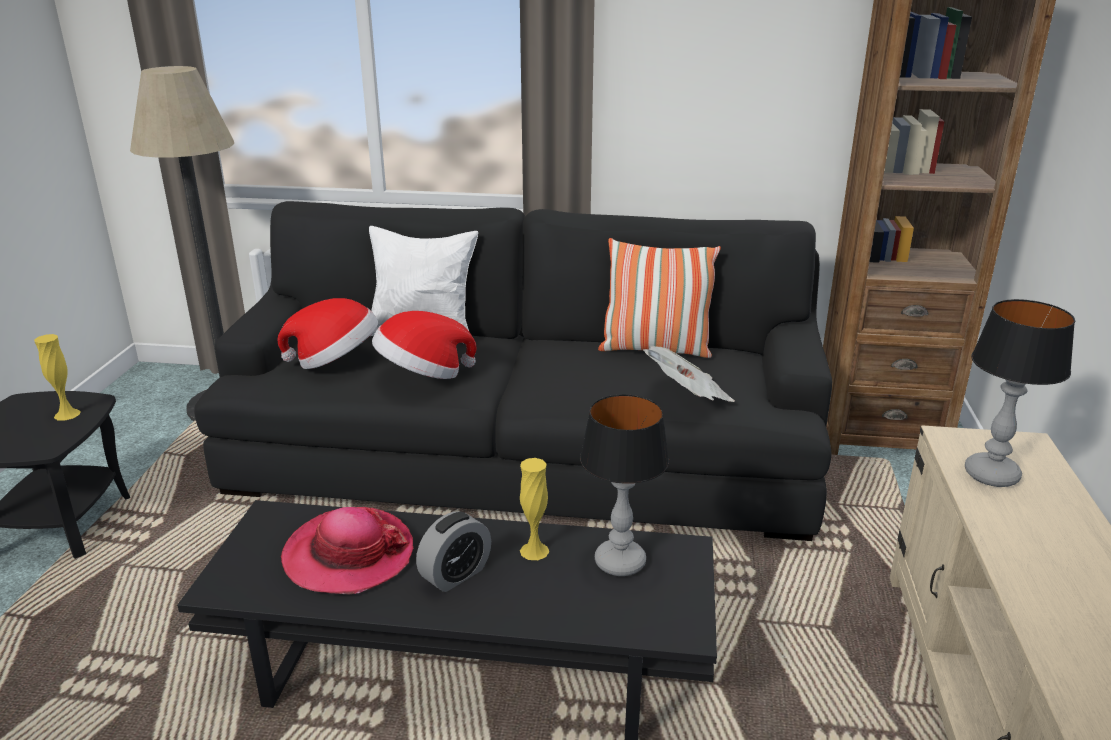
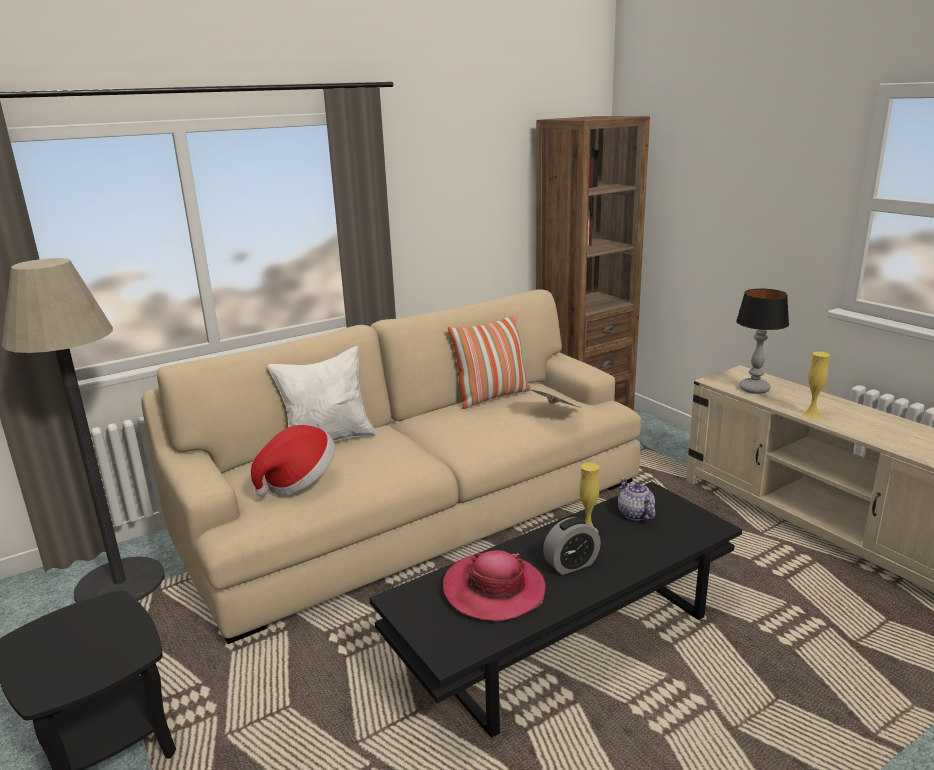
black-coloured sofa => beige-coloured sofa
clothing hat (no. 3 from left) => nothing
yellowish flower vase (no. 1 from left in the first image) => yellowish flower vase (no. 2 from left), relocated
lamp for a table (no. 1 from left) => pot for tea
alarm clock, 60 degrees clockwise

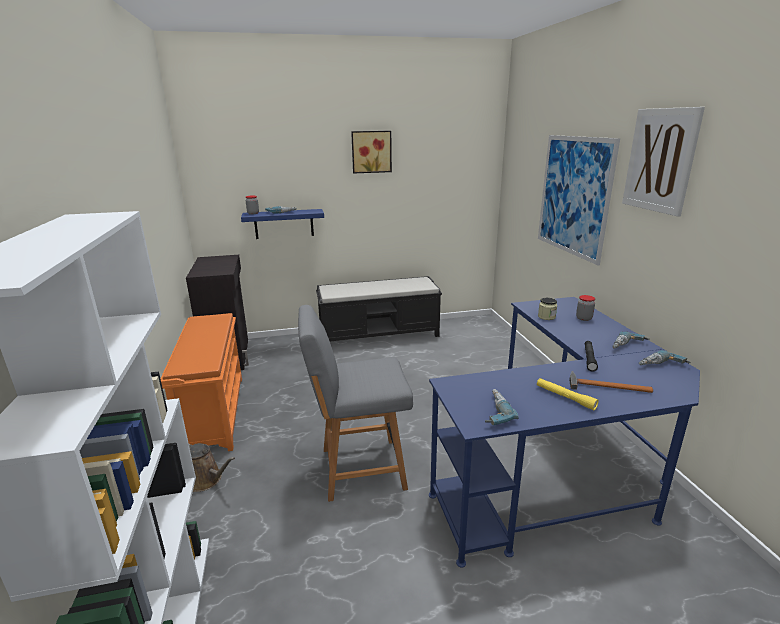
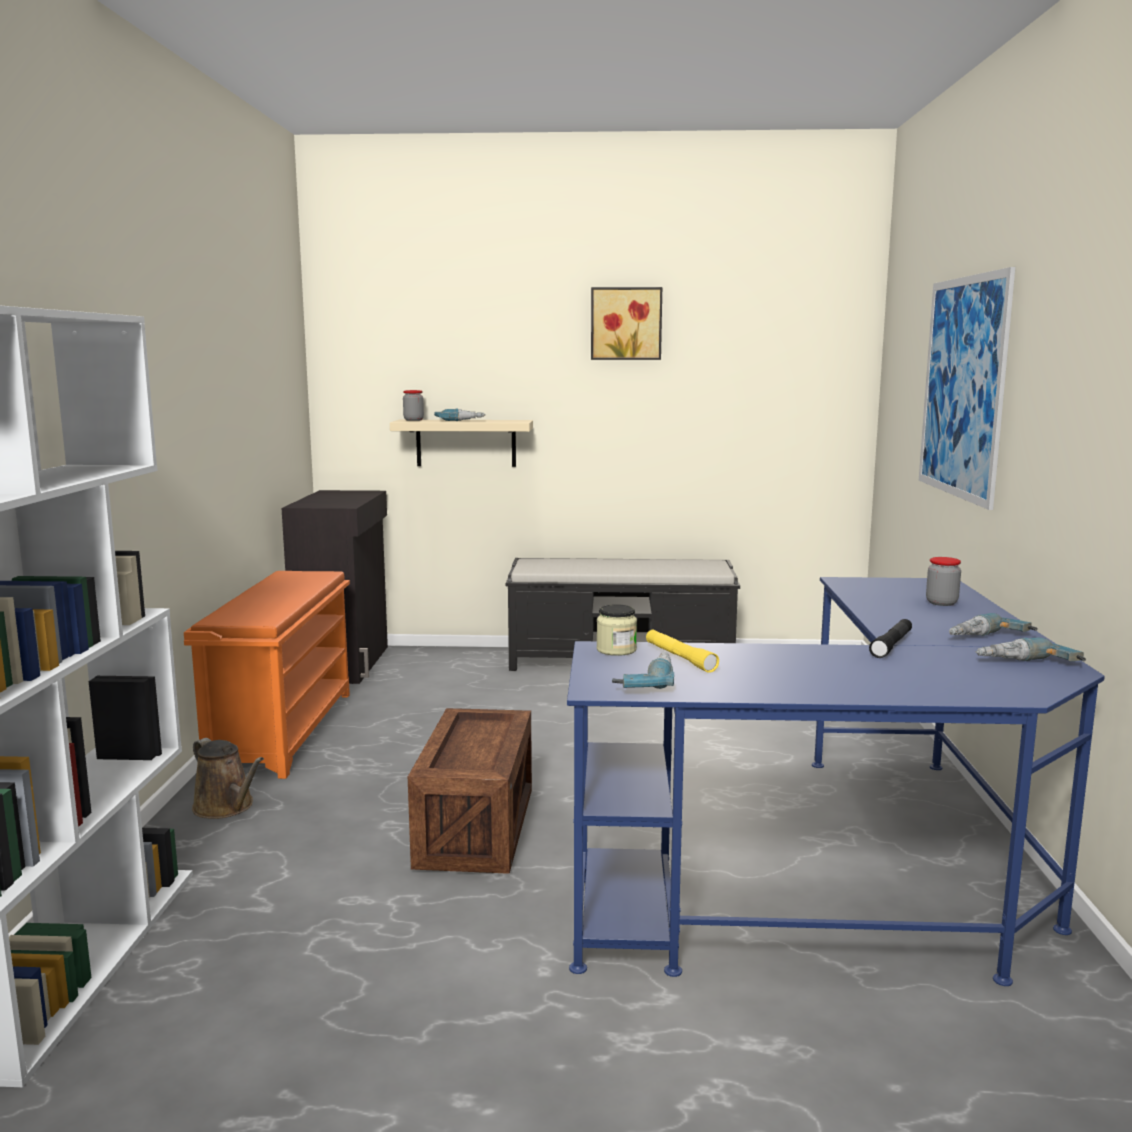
picture (no. 3 from left) => nothing
blue shelf => beige-coloured shelf
preserve jar (no. 2 from left), relocated
grey upright chair => shipping crate
hammer => nothing
yellowish torch, relocated

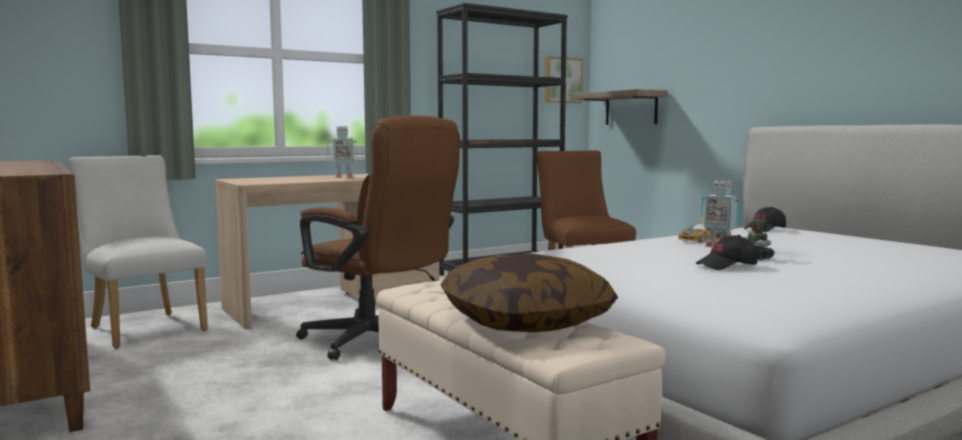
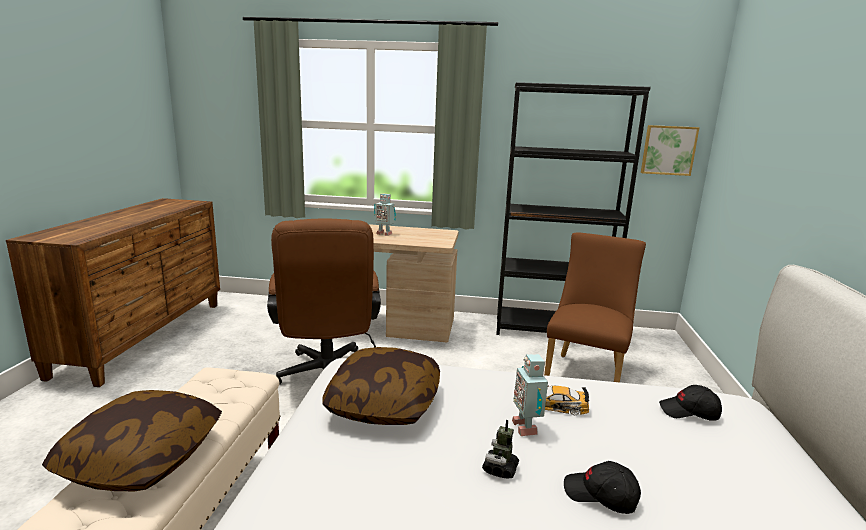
shelf => nothing
white-coloured upright chair => nothing
black-coloured peaked cap (no. 1 from left), relocated
nothing => cushion (no. 2 from left)

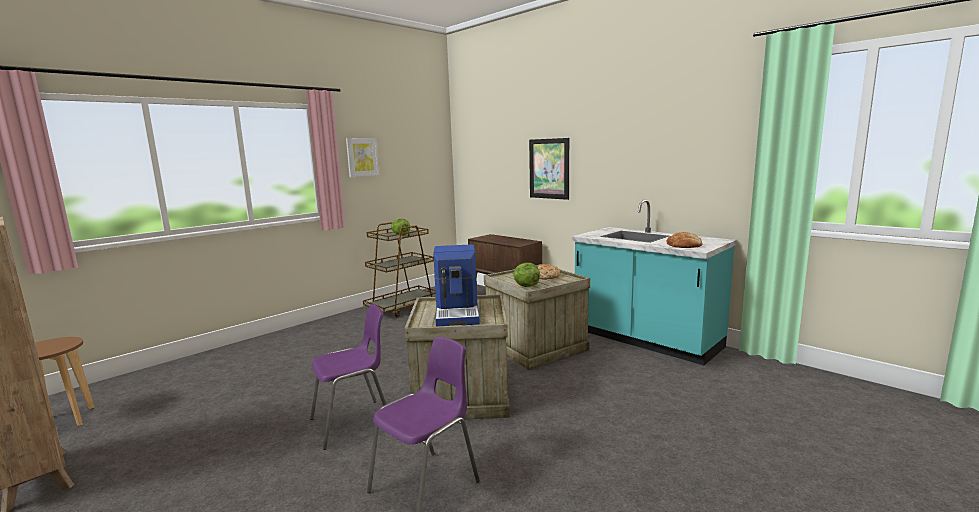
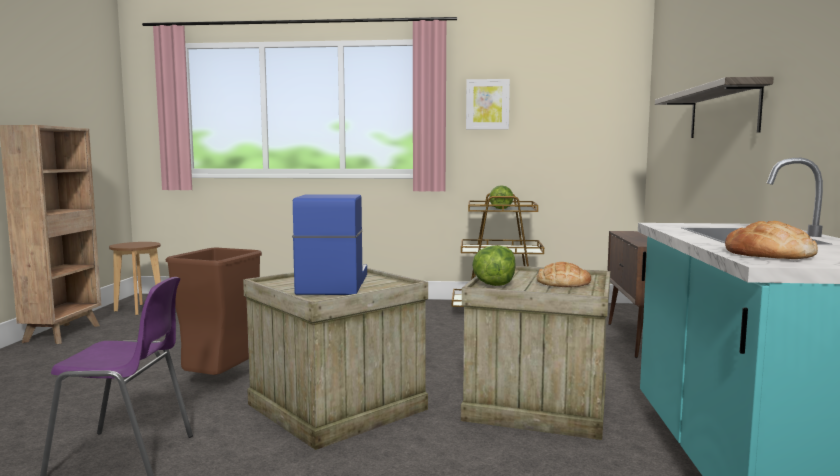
picture (no. 2 from left) => shelf
coffee maker, 135 degrees clockwise
purplish upright chair (no. 1 from left) => brownish trash can

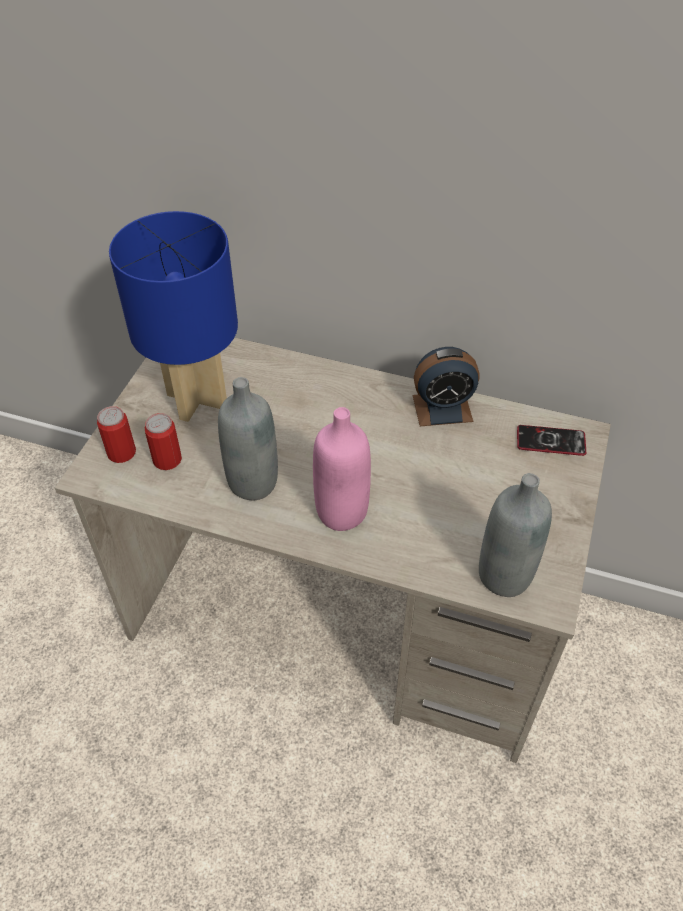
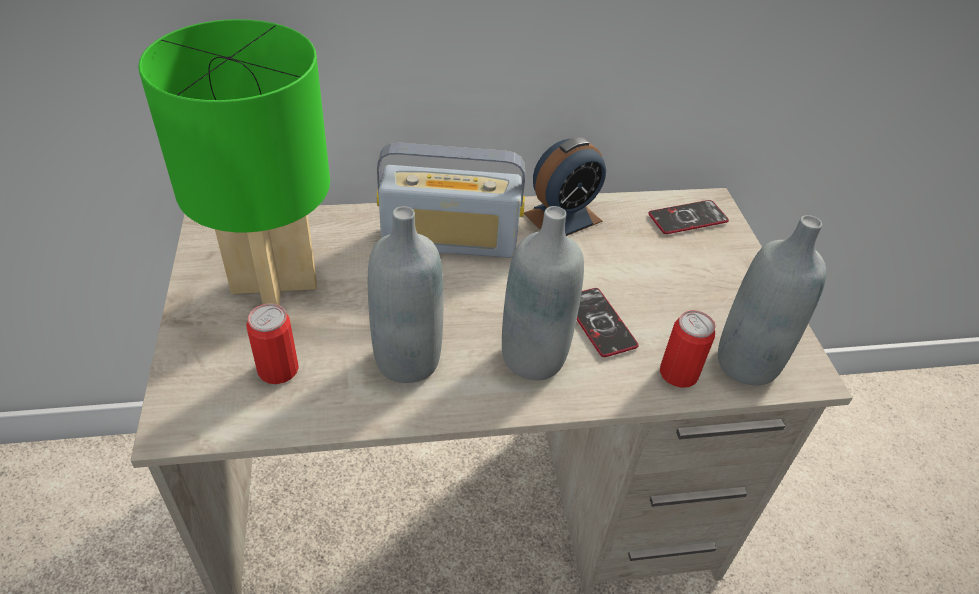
blue lamp for a table => green lamp for a table
metal can (no. 1 from left in the first image) => metal can (no. 2 from left), relocated
pink-coloured bottle => grey bottle (no. 2 from left)
nothing => radio set
nothing => telephone (no. 1 from left)

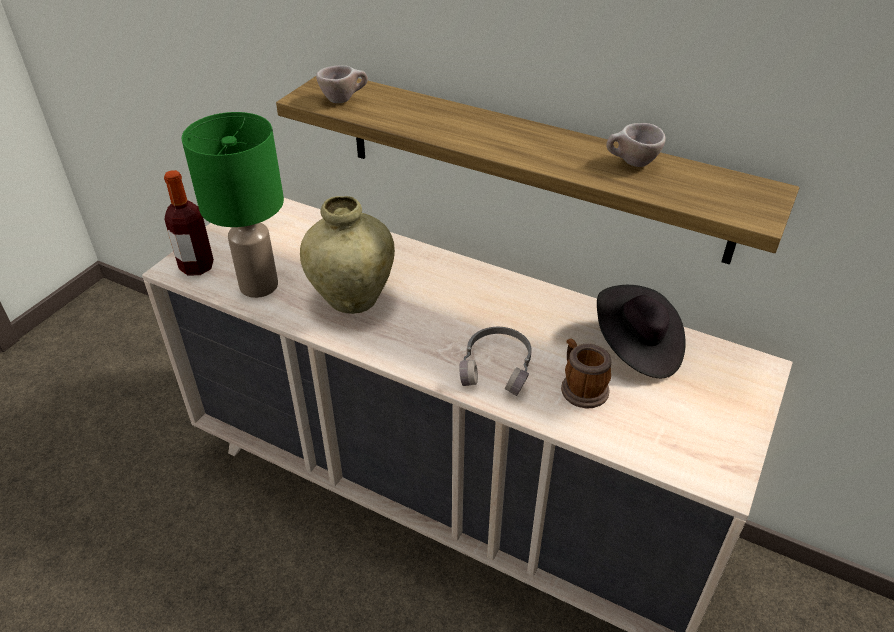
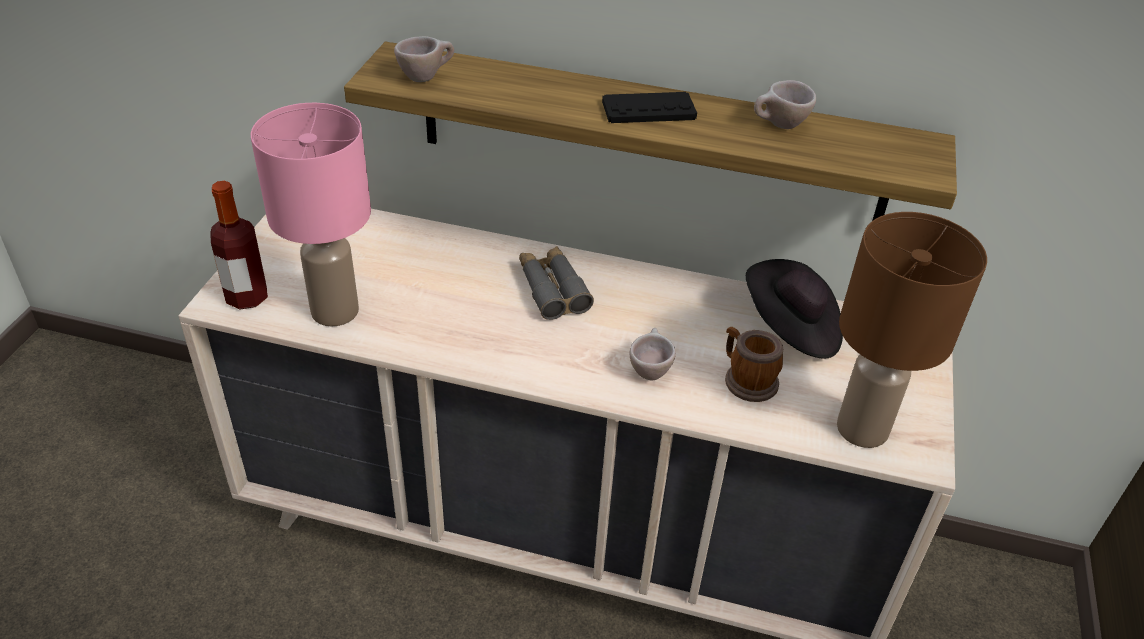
green lamp for a table => pink-coloured lamp for a table
beige-coloured flower vase => nothing
grey headset => beige-coloured small cup (no. 2 from left)
nothing => black-coloured gamepad
nothing => brownish lamp for a table
nothing => grey binoculars

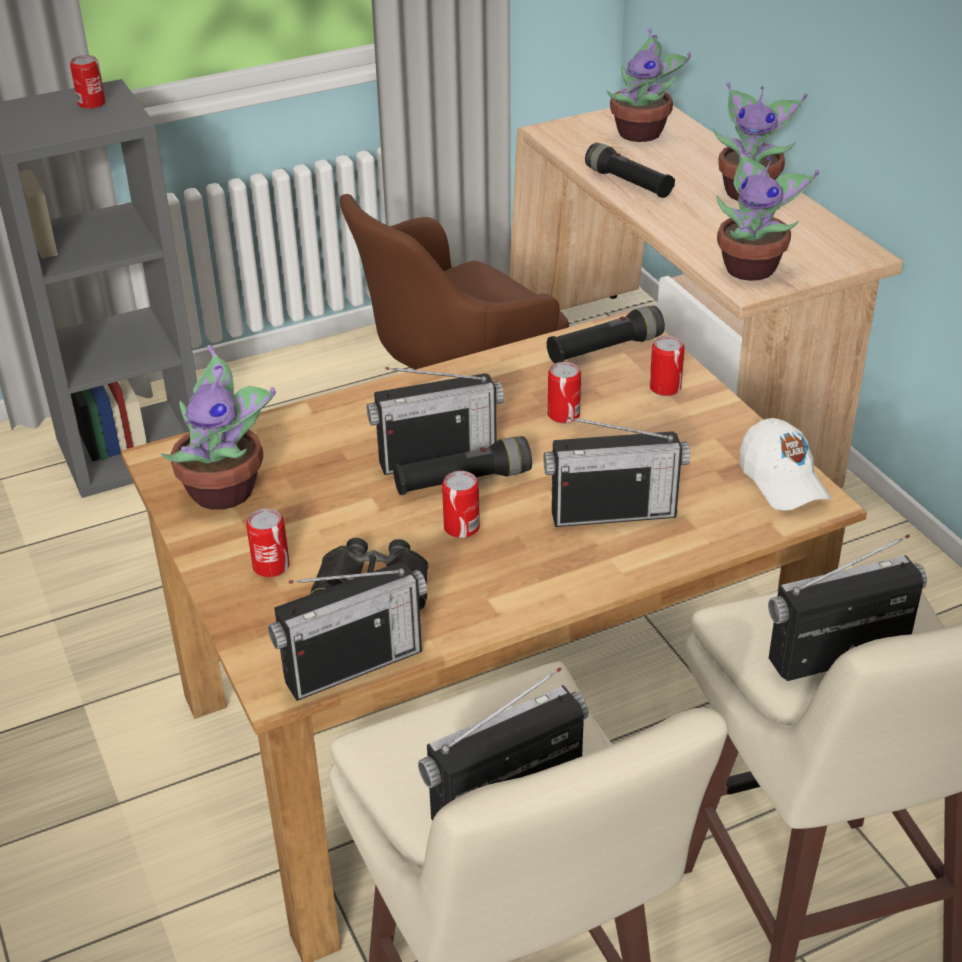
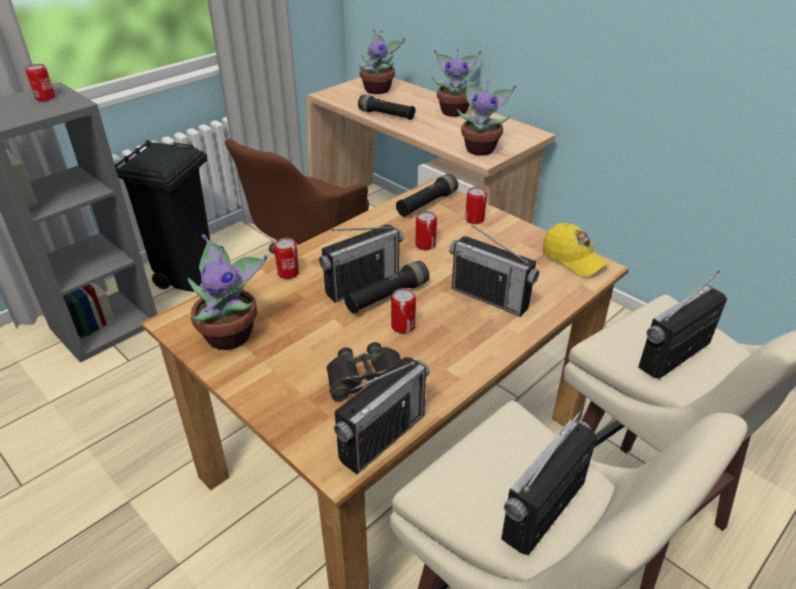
radio set (no. 4 from left in the first image) => radio set (no. 3 from left), 60 degrees clockwise
white-coloured peaked cap => yellowish peaked cap
metal can (no. 2 from left), relocated
nothing => black-coloured trash can

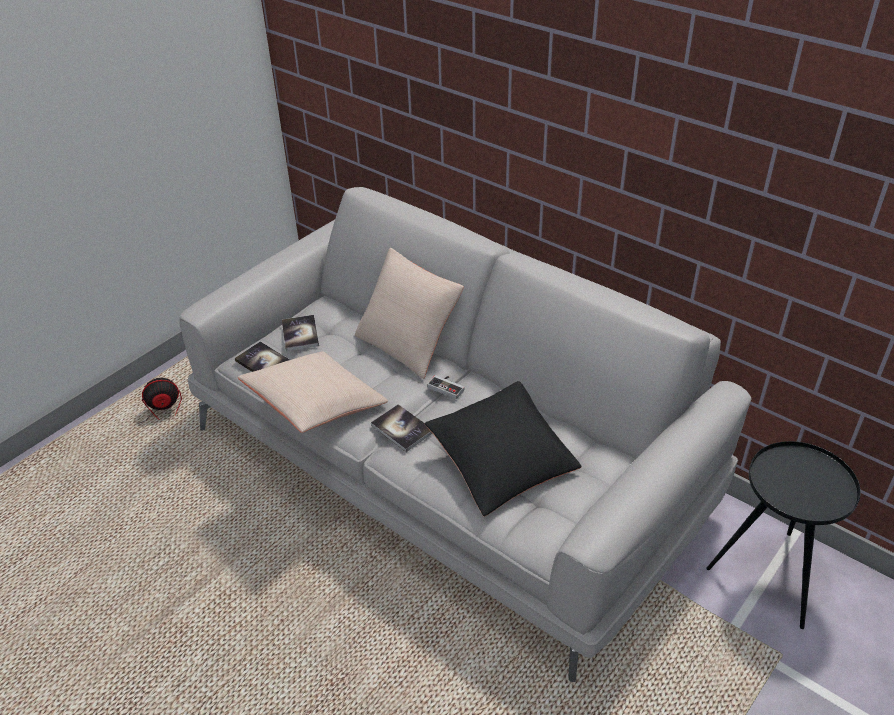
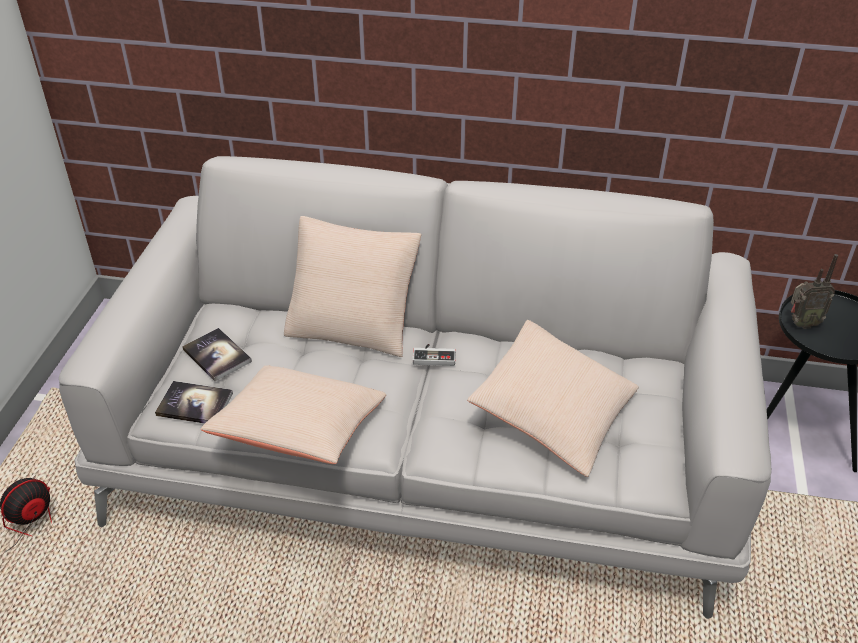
black-coloured cushion => beige-coloured cushion (no. 3 from left)
bound book (no. 3 from left) => nothing
nothing => radio set

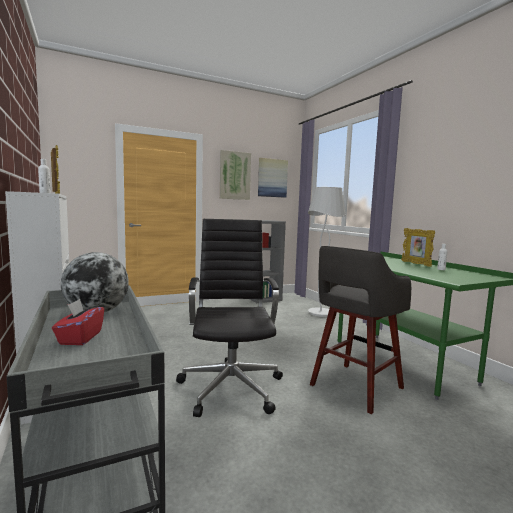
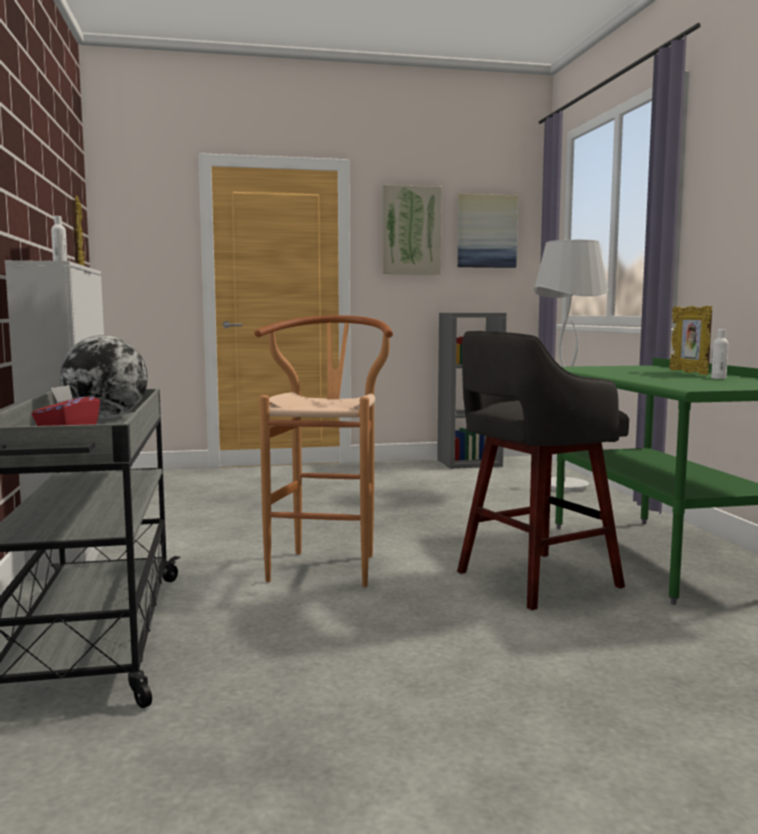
black-coloured computer chair => brownish stool

